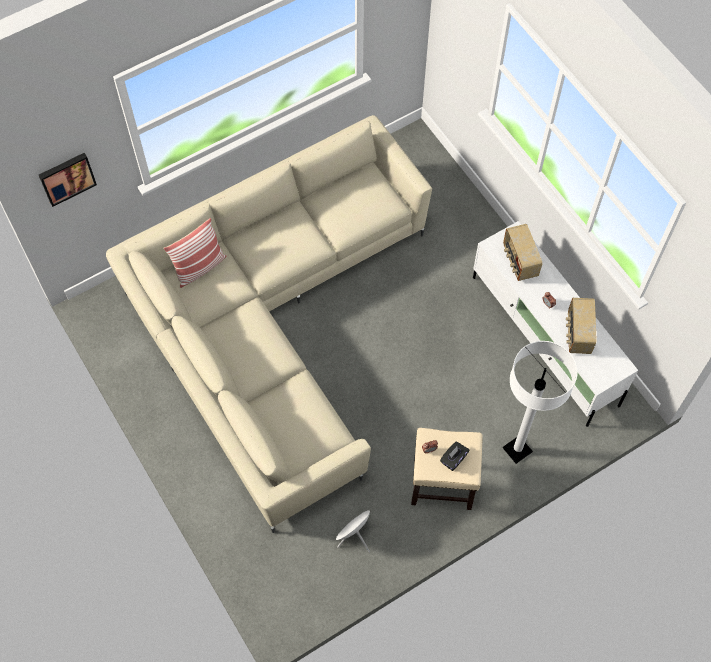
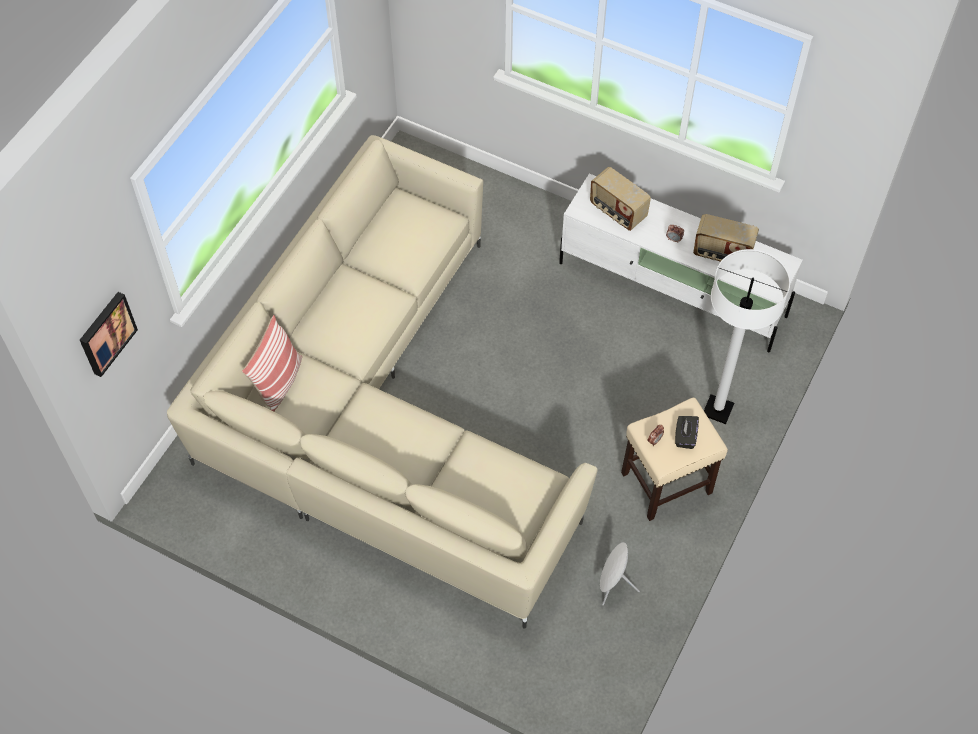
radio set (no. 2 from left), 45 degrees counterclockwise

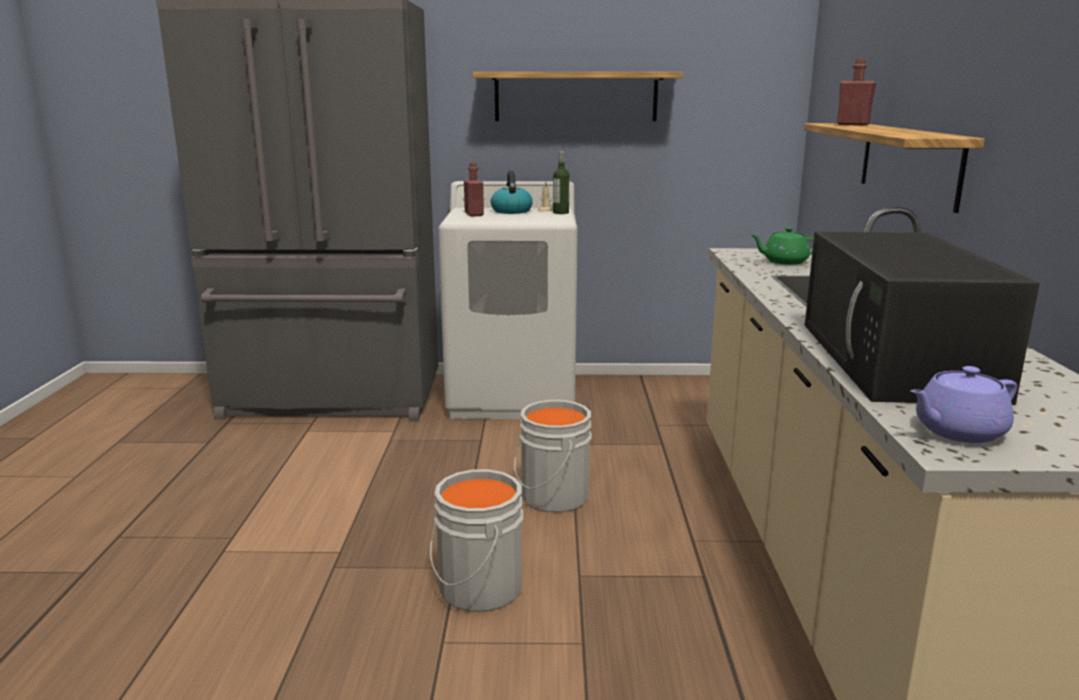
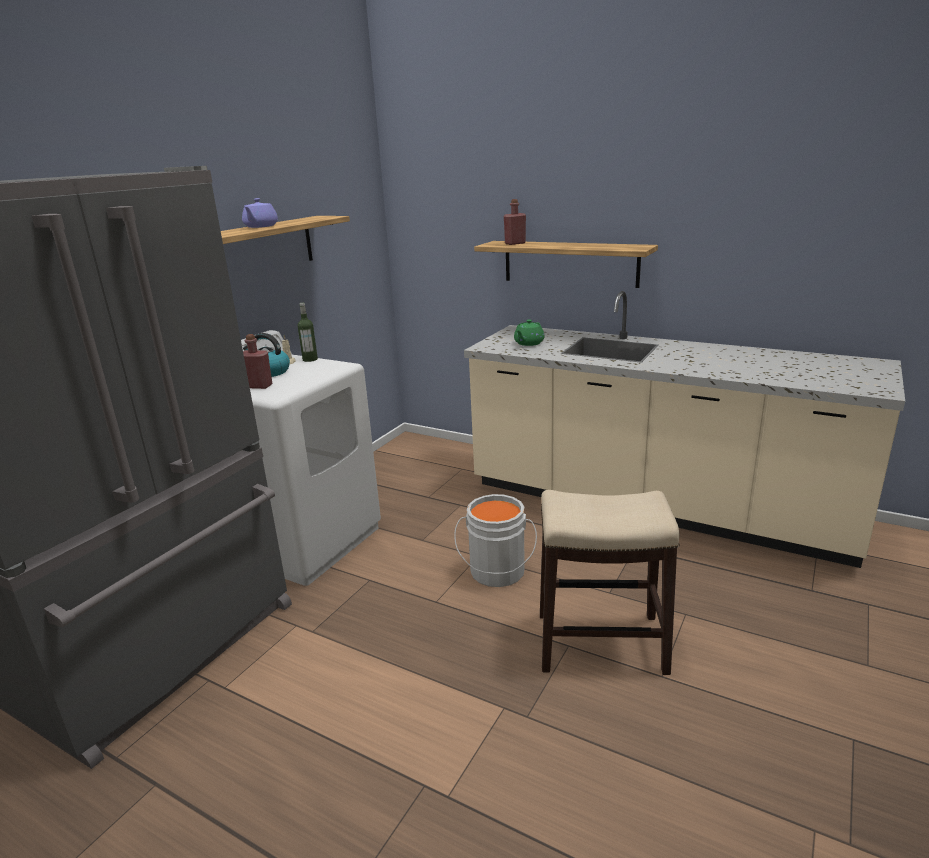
black-coloured kitchen microwave => nothing
purplish pot for tea, relocated
grey bucket (no. 1 from left) => stool

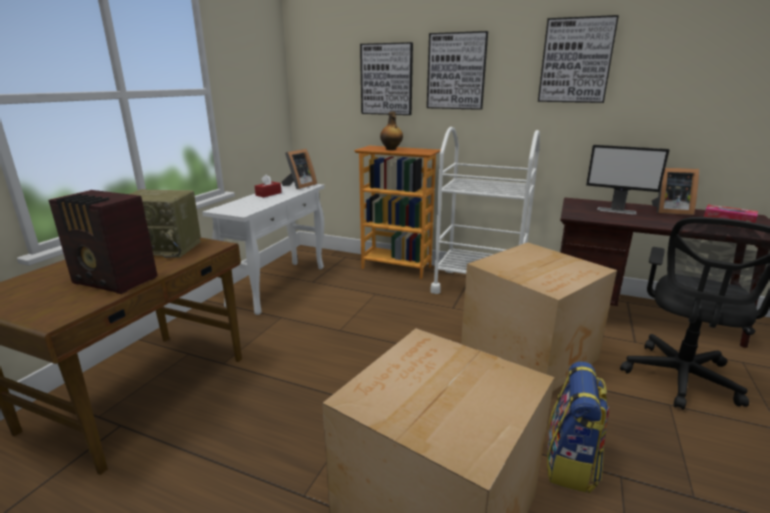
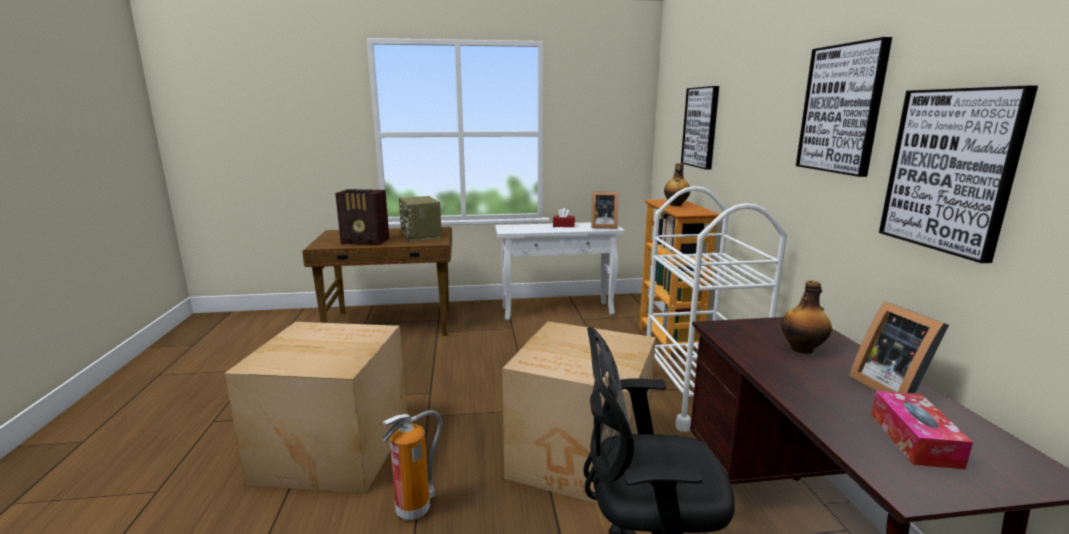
picture (no. 2 from left in the first image) => picture (no. 3 from left), relocated
monitor => bottle (no. 2 from left)
radio set (no. 1 from left), 75 degrees counterclockwise
backpack => fire extinguisher

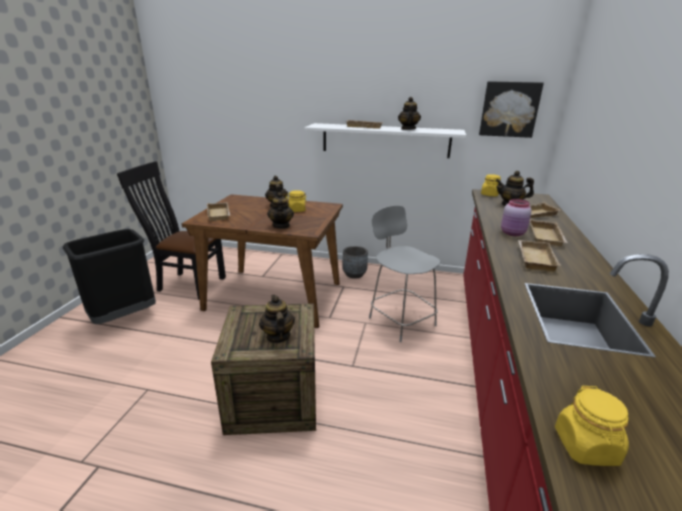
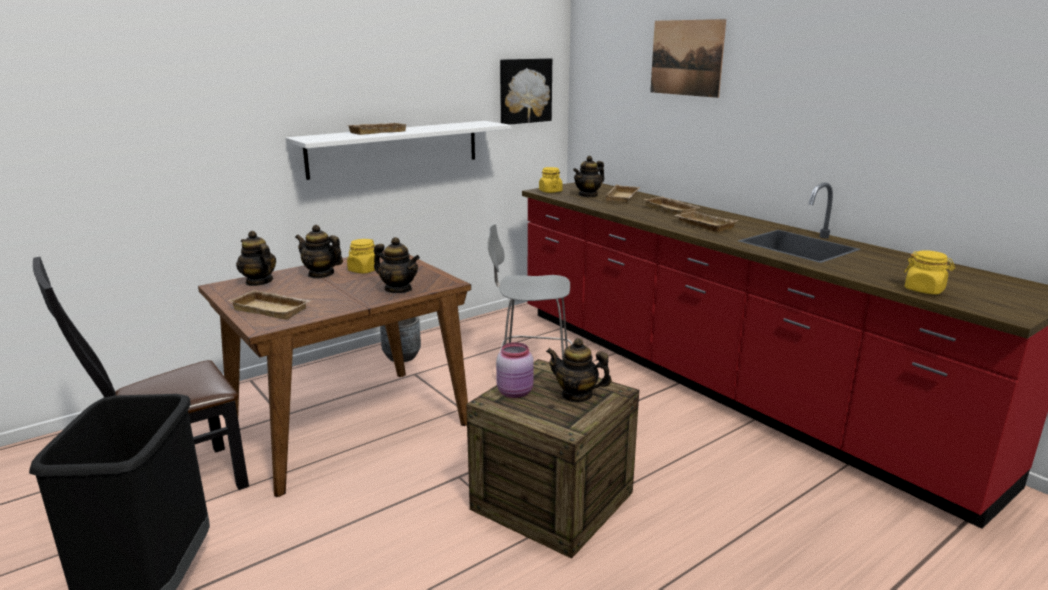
pot for tea (no. 4 from left in the first image) => pot for tea (no. 1 from left), relocated
pink-coloured preserve jar, relocated
nothing => picture (no. 2 from left)

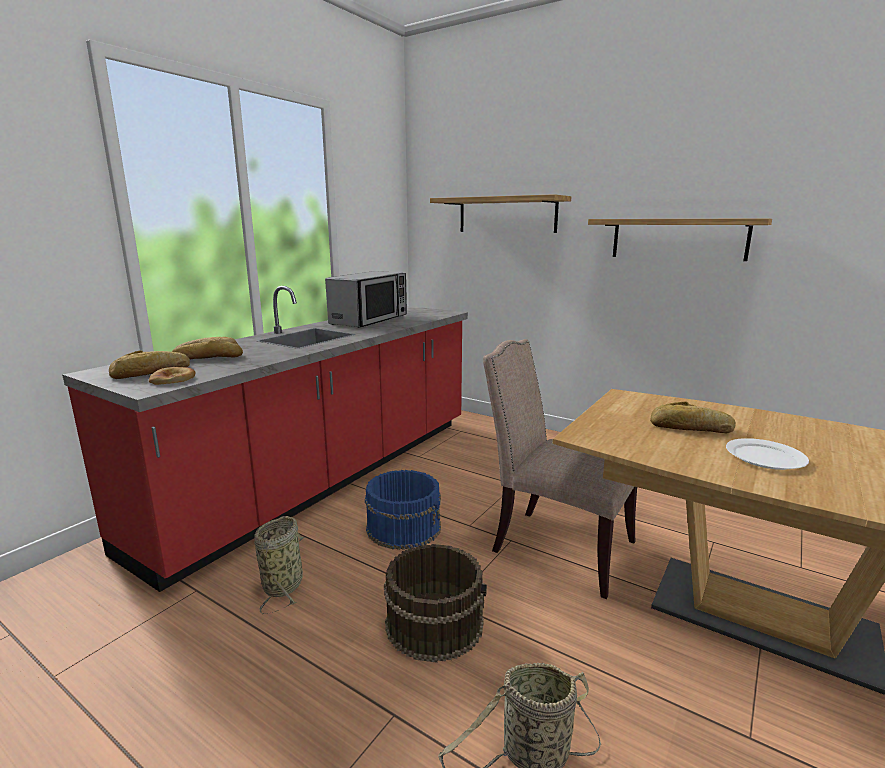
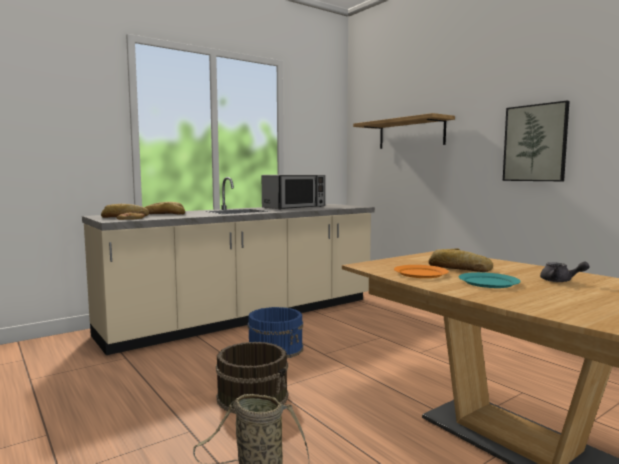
shelf (no. 2 from left) => picture
reddish kitchen counter => beige-coloured kitchen counter
beige-coloured upright chair => nothing
white-coloured flat dish => turquoise flat dish
storage basket (no. 1 from left) => nothing
nothing => grey pot for tea
nothing => orangey flat dish

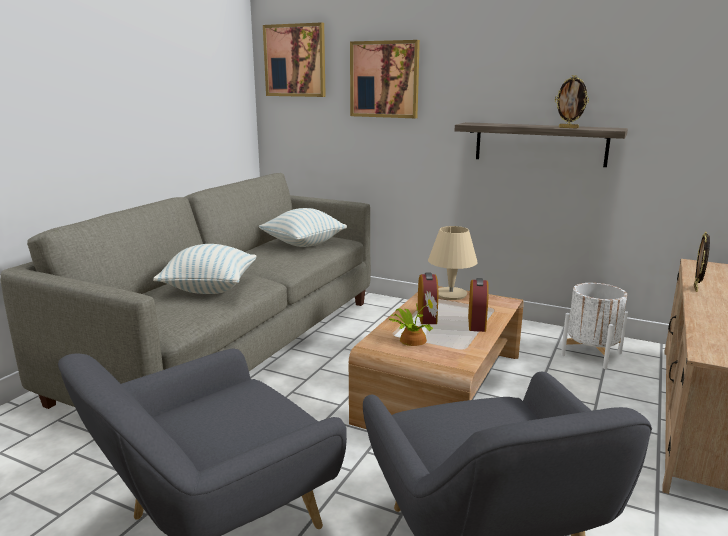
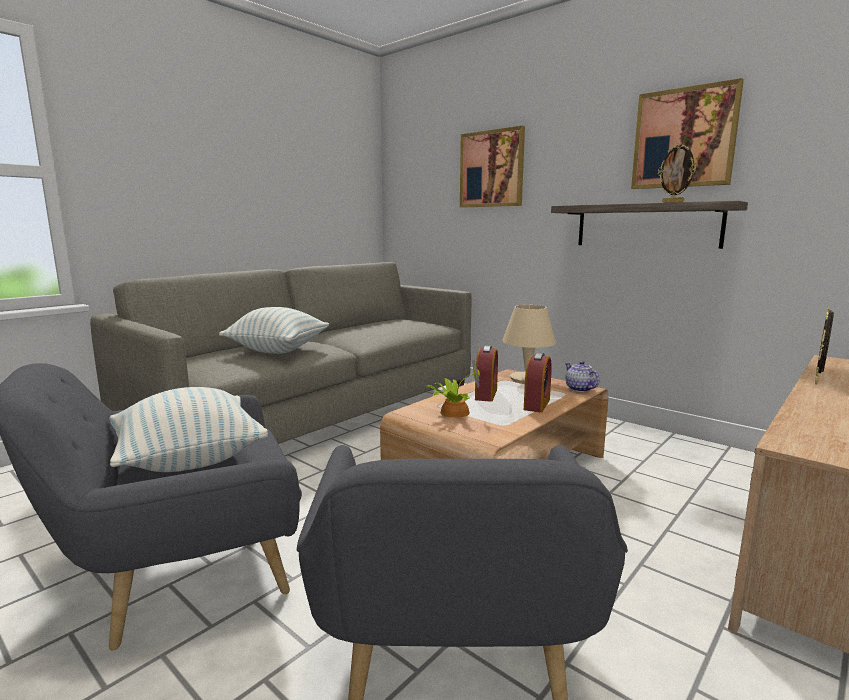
picture (no. 1 from left in the first image) => picture (no. 2 from left), relocated
cushion (no. 2 from left in the first image) => cushion (no. 1 from left), relocated
white-coloured plant pot => nothing
nothing => pot for tea

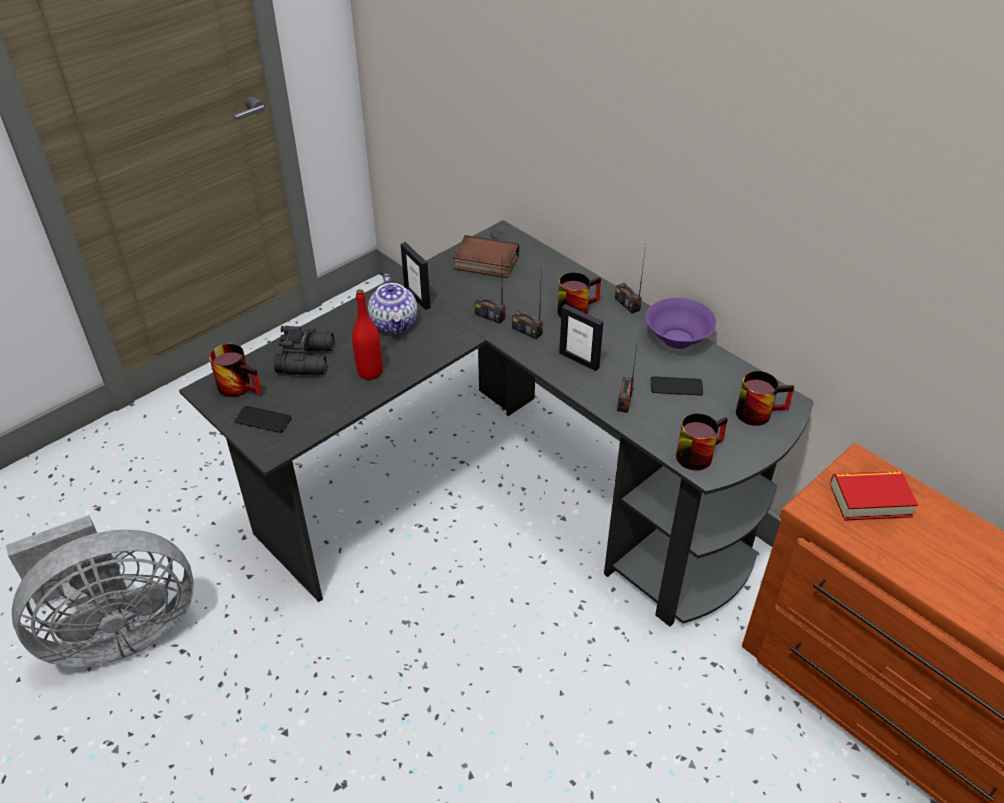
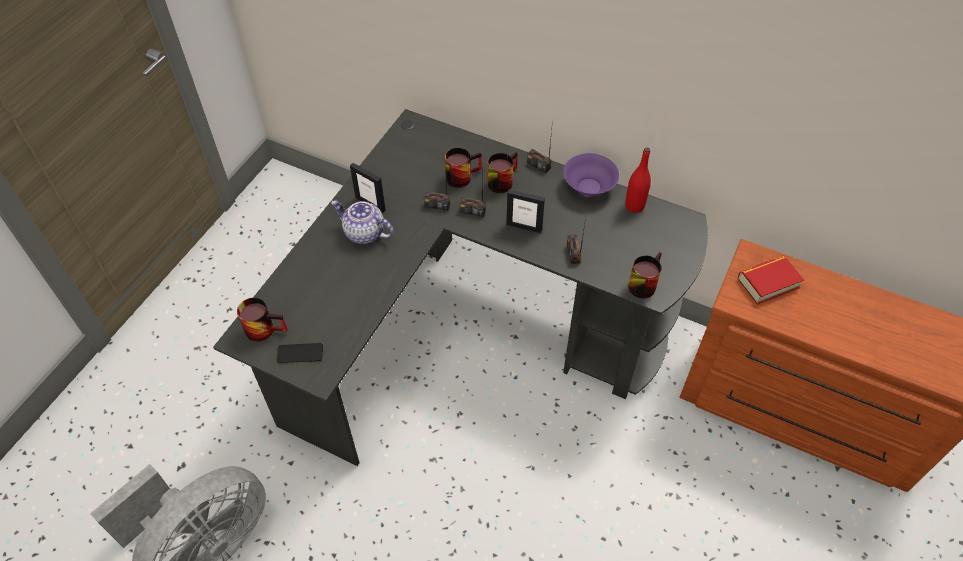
bound book (no. 1 from left) => nothing
pot for tea, 150 degrees clockwise
reddish bottle, relocated
black-coloured binoculars => nothing
coffee mug (no. 4 from left in the first image) => coffee mug (no. 2 from left), relocated
telephone (no. 2 from left) => nothing

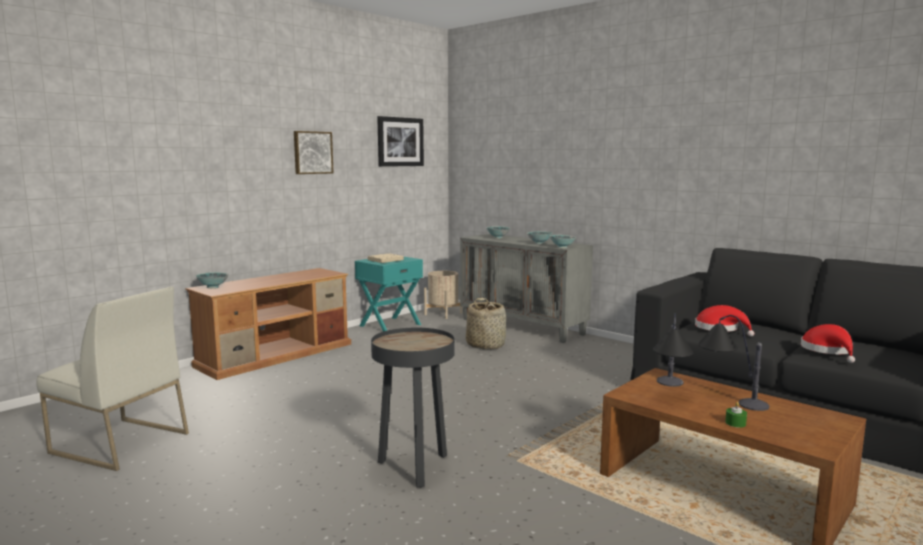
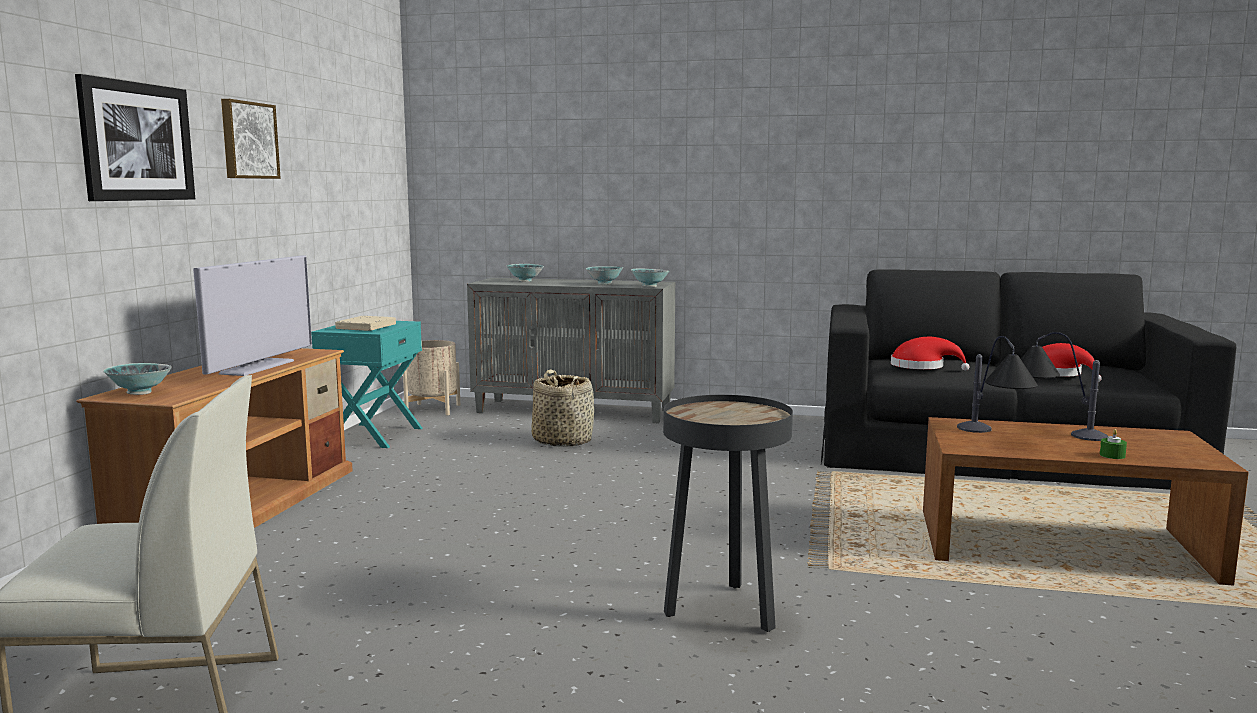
picture (no. 2 from left in the first image) => picture (no. 1 from left), relocated
nothing => TV set

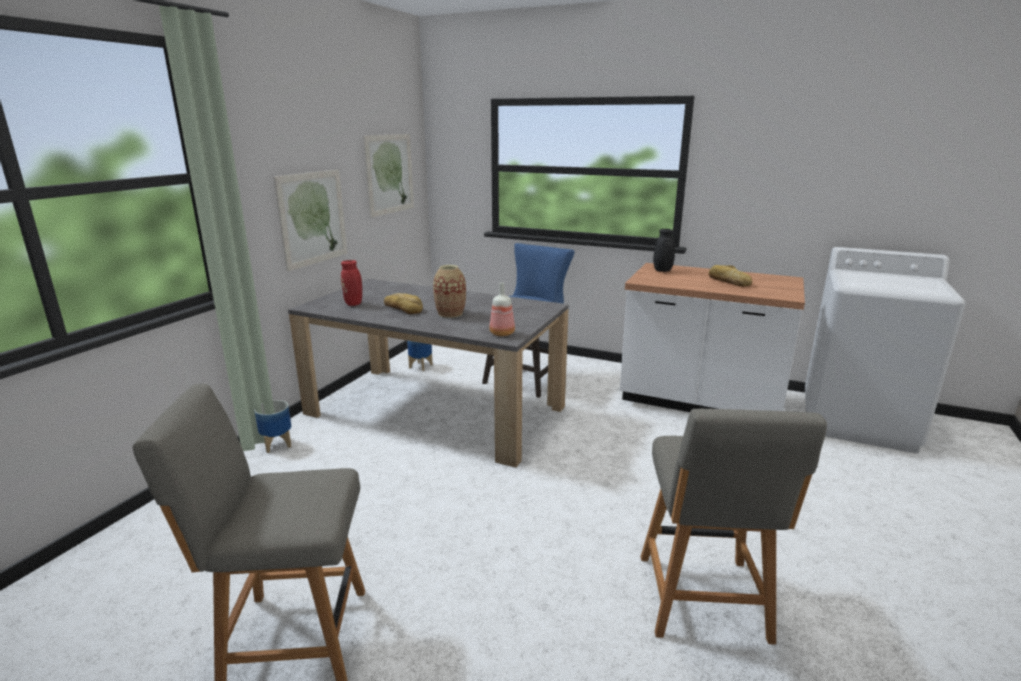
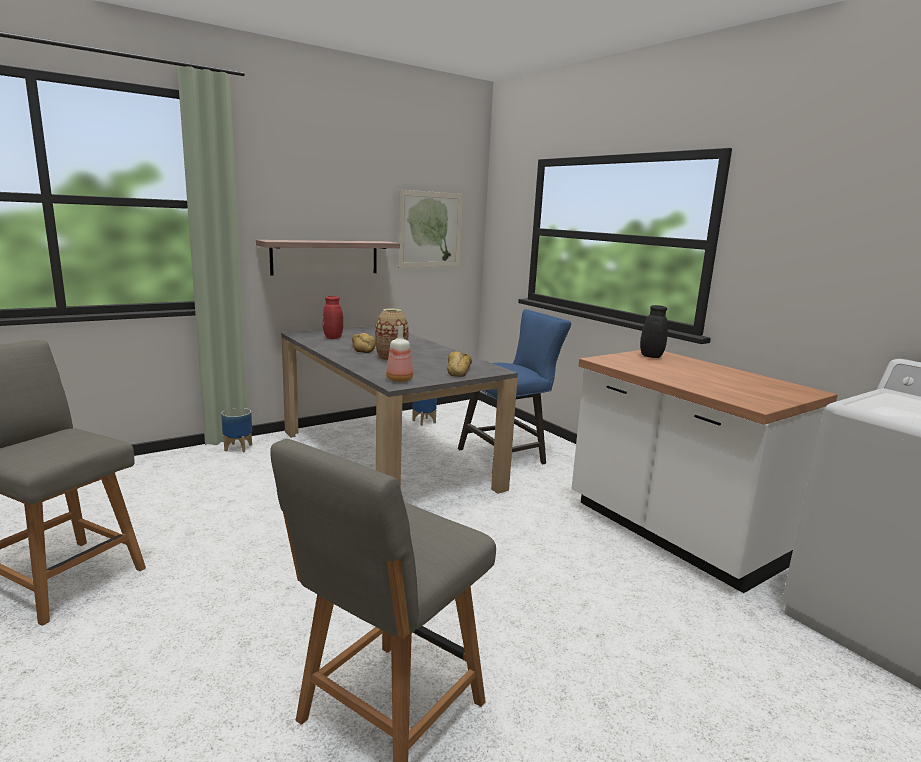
picture (no. 1 from left) => shelf
bakery bread (no. 2 from left), relocated

